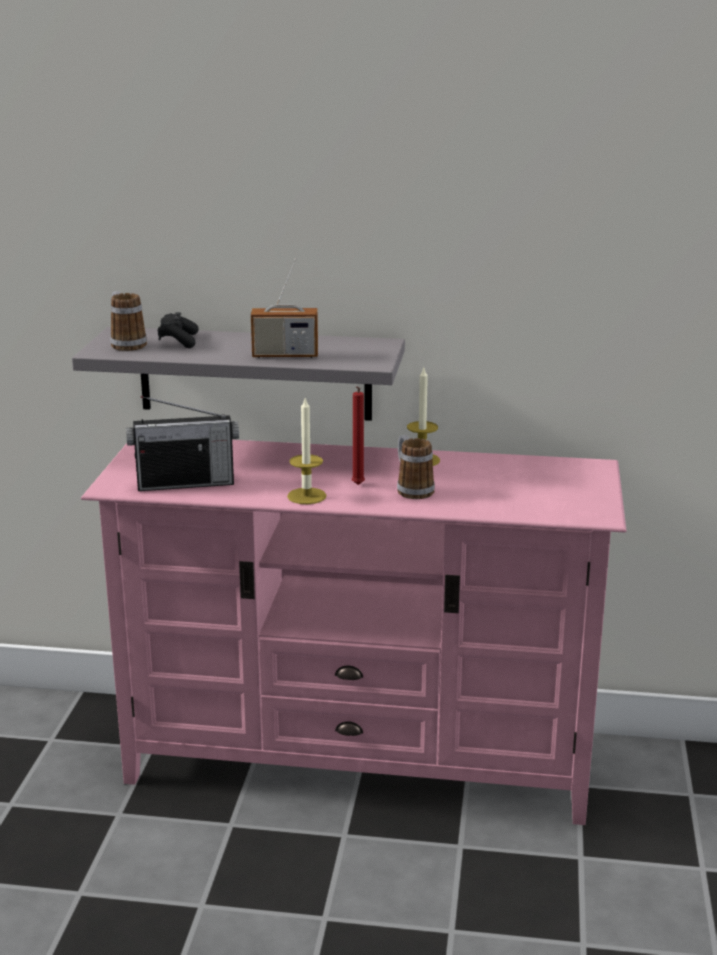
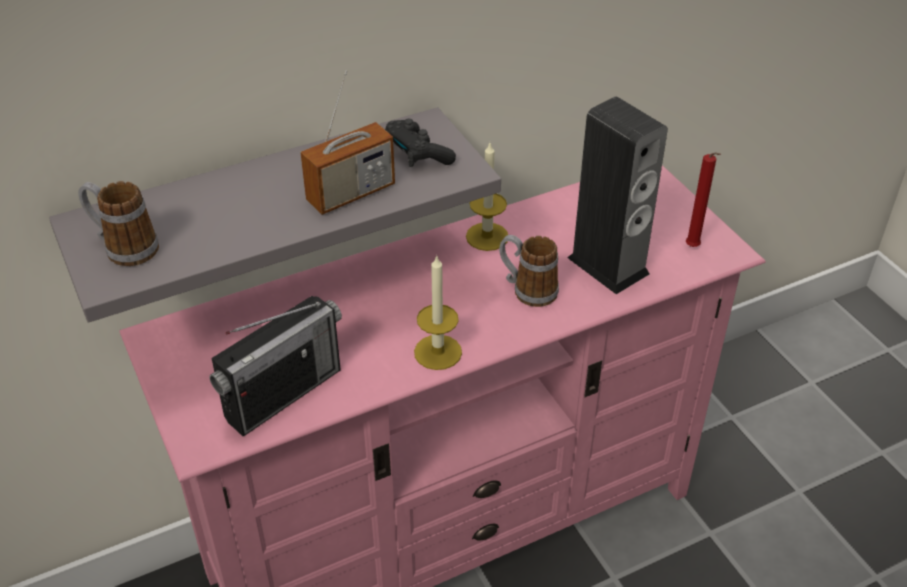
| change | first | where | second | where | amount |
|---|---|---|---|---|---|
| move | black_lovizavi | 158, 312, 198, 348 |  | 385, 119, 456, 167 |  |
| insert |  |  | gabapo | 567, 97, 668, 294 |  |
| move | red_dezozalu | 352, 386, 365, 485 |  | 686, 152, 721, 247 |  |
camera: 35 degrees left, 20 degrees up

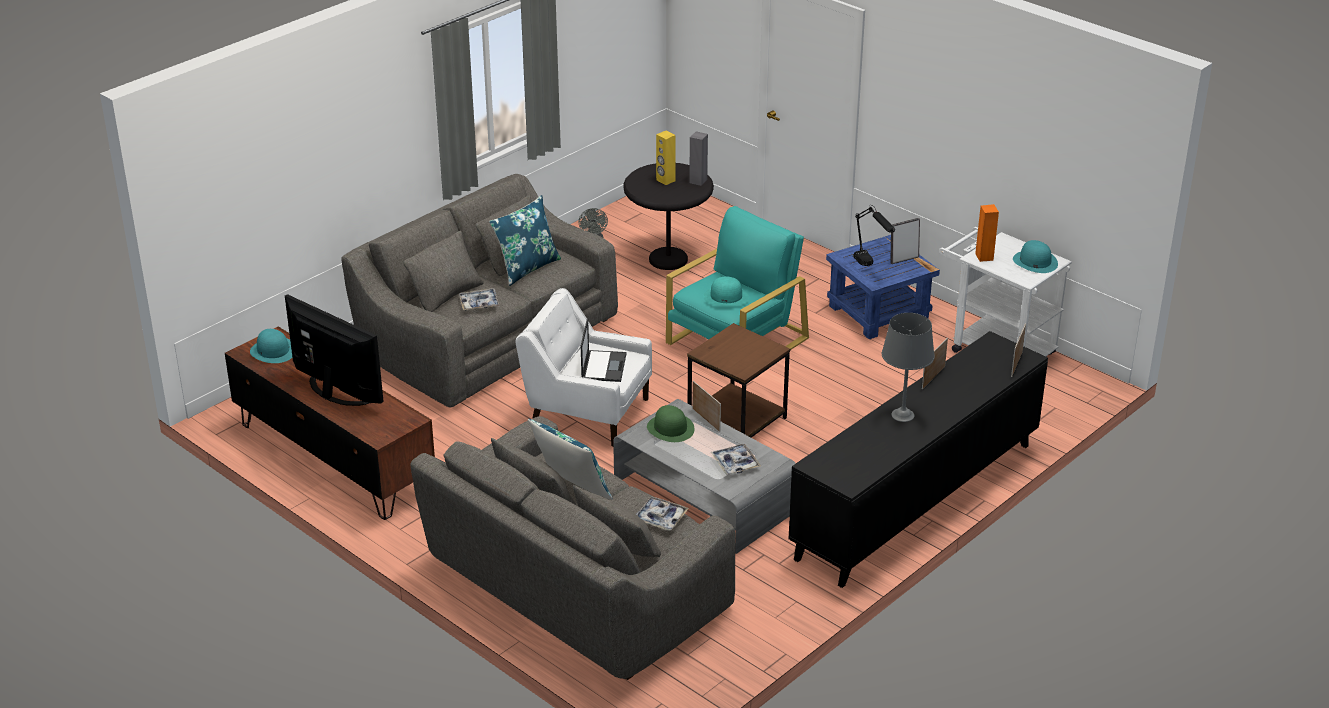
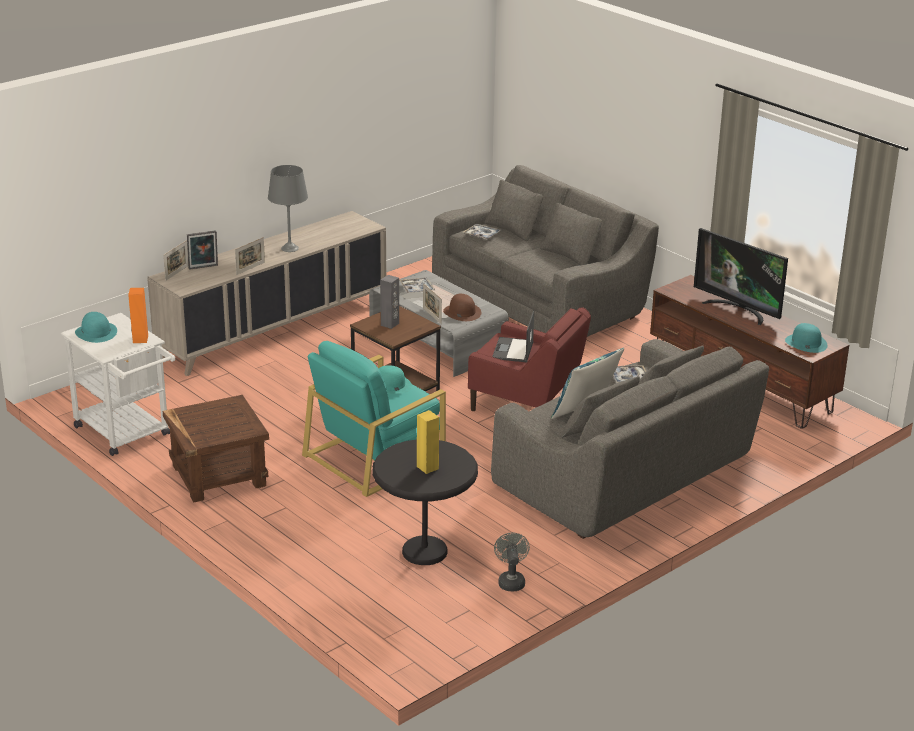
| change | first | where | second | where | amount |
|---|---|---|---|---|---|
| recolor | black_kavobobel | 788, 331, 1048, 588 | beige_kavobobel | 147, 211, 386, 376 |  |
| recolor | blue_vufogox | 826, 235, 940, 339 | brown_vufogox | 163, 395, 269, 503 |  |
| move | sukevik | 890, 218, 920, 264 |  | 187, 230, 218, 270 |  |
| move | grey_gabapo | 689, 131, 708, 186 |  | 380, 275, 399, 329 |  |
| recolor | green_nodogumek | 647, 405, 694, 442 | brown_nodogumek | 443, 294, 481, 321 |  |
| recolor | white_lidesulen | 515, 288, 652, 447 | red_lidesulen | 468, 307, 591, 411 |  |
| delete | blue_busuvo | 528, 419, 613, 500 |  |  |  |
| delete | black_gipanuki | 853, 205, 895, 266 |  |  |  |
camera: 175 degrees left, 5 degrees down

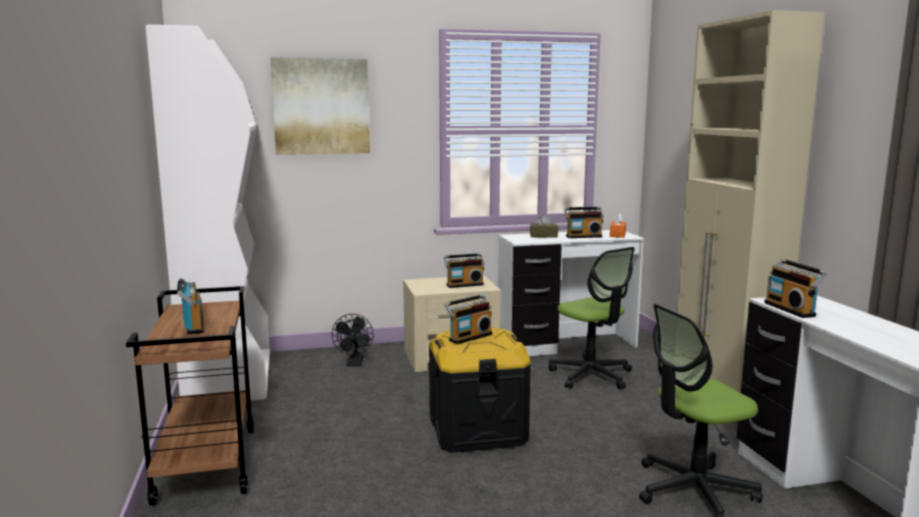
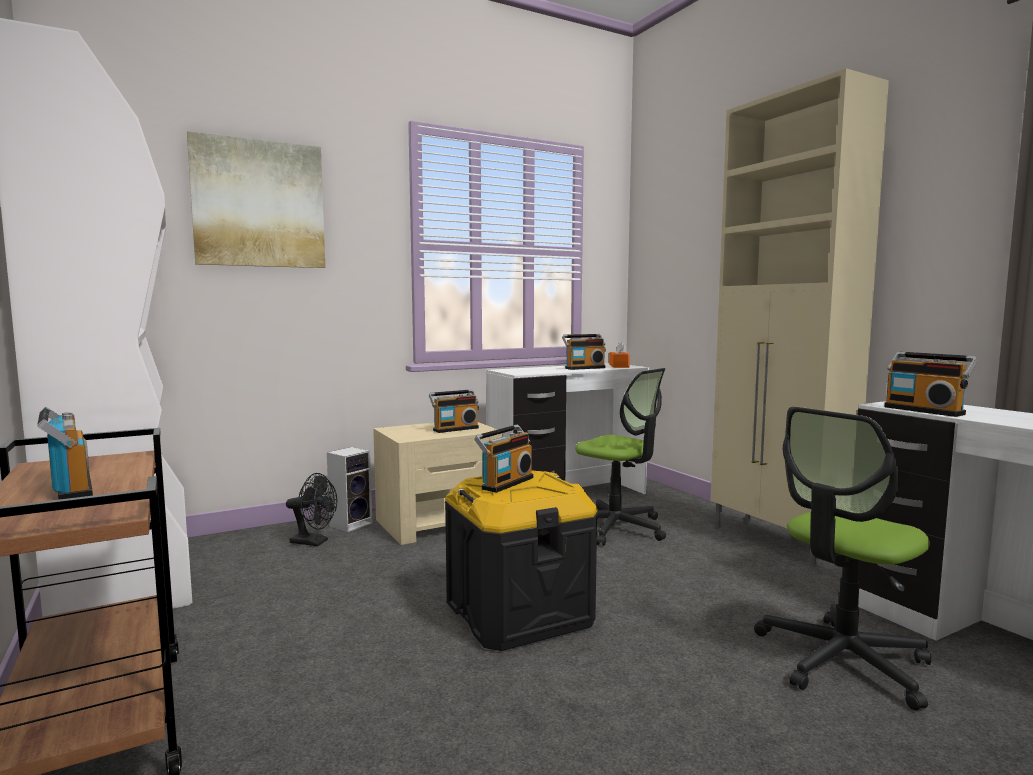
| change | first | where | second | where | amount |
|---|---|---|---|---|---|
| rotate | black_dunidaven | 332, 314, 374, 366 |  | 286, 473, 337, 546 | 60 degrees counterclockwise |
| insert |  |  | gabapo | 327, 447, 372, 532 |  |
| delete | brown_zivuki | 530, 214, 558, 238 |  |  |  |
camera: 15 degrees left, 5 degrees down

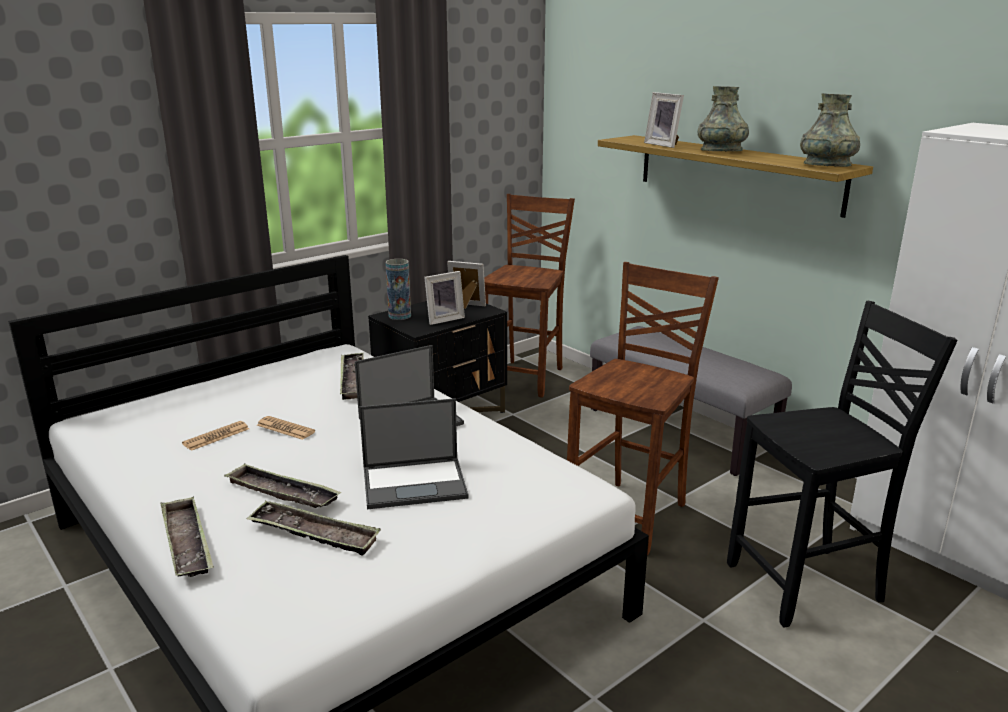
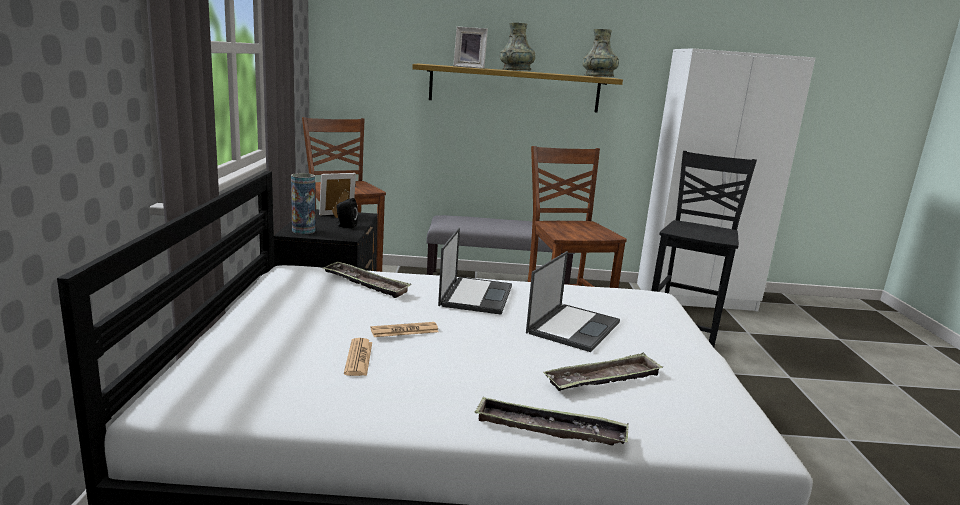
| change | first | where | second | where | amount |
|---|---|---|---|---|---|
| replace | sukevik | 424, 271, 465, 325 | black_gabapo | 336, 198, 358, 229 |  |
| delete | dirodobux | 224, 464, 342, 508 |  |  |  |
camera: 50 degrees left, 5 degrees down

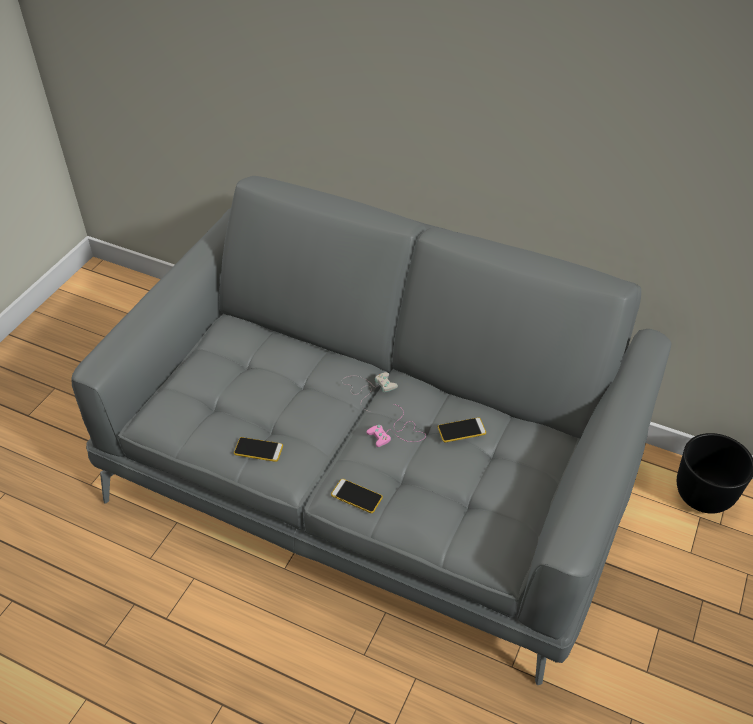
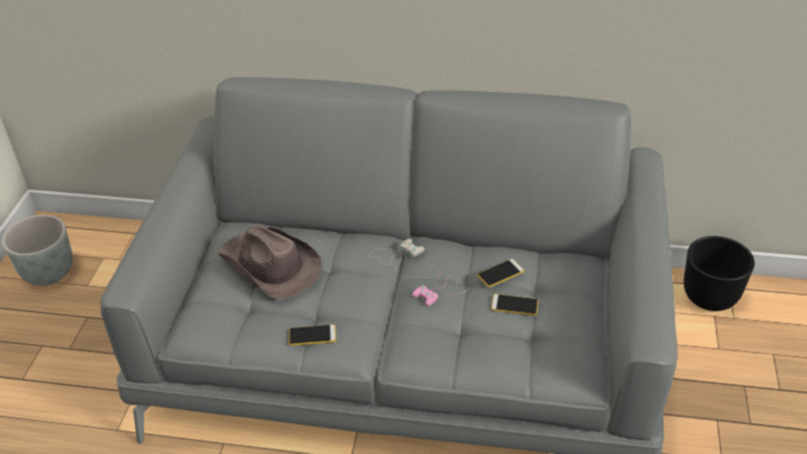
| change | first | where | second | where | amount |
|---|---|---|---|---|---|
| insert |  |  | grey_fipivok | 2, 215, 73, 286 |  |
| insert |  |  | brown_nodogumek | 217, 224, 322, 300 |  |
| move | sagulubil | 331, 479, 383, 513 |  | 491, 294, 538, 316 |  |
camera: 15 degrees left, 5 degrees down

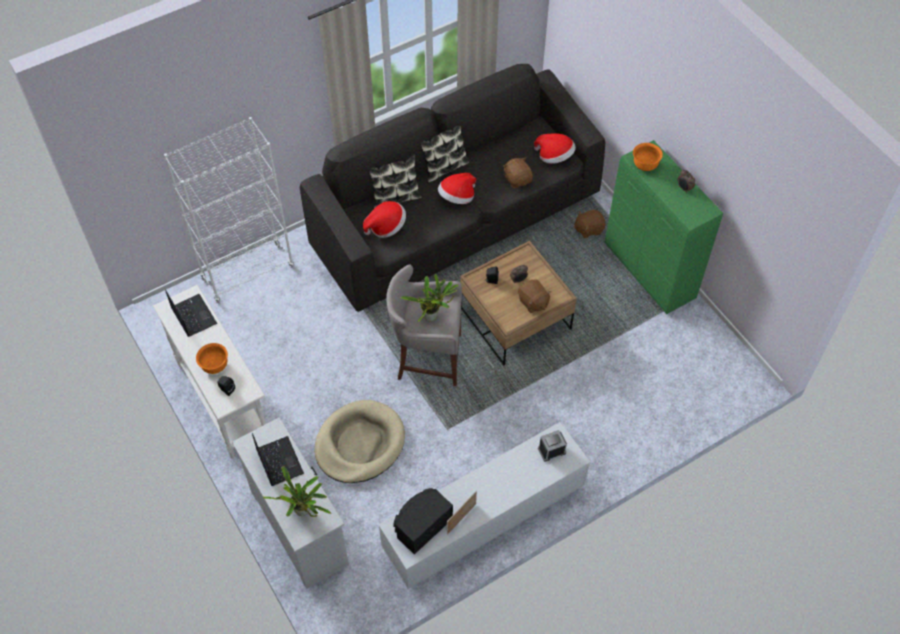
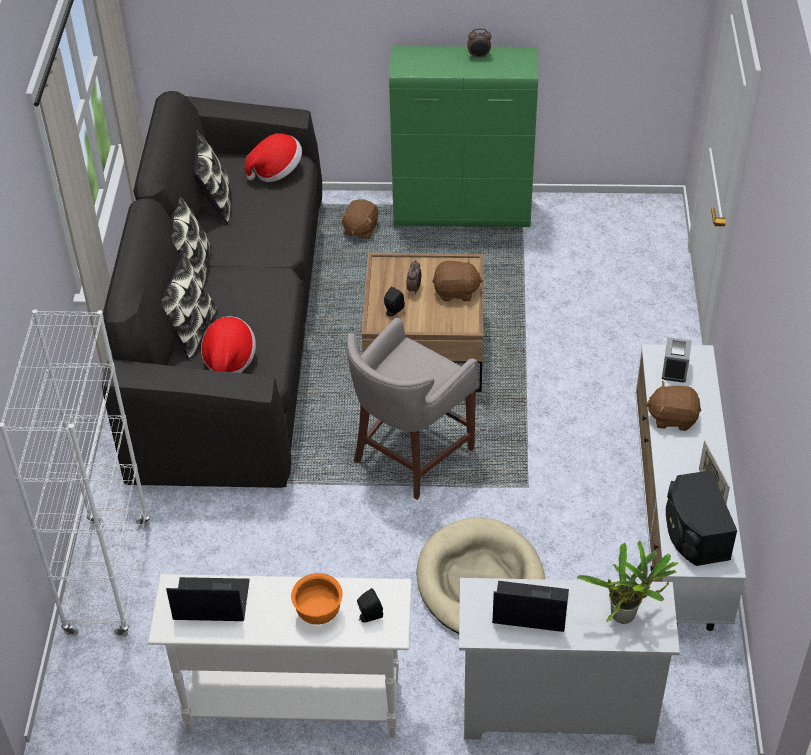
| change | first | where | second | where | amount |
|---|---|---|---|---|---|
| insert |  |  | busuvo | 194, 130, 231, 224 |  |
| move | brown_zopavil | 503, 157, 533, 188 |  | 645, 381, 701, 431 |  |
| delete | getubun | 400, 274, 459, 322 |  |  |  |
| delete | nodogumek | 438, 173, 476, 204 |  |  |  |
| delete | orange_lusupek | 633, 143, 663, 171 |  |  |  |
camera: 55 degrees left, 10 degrees down

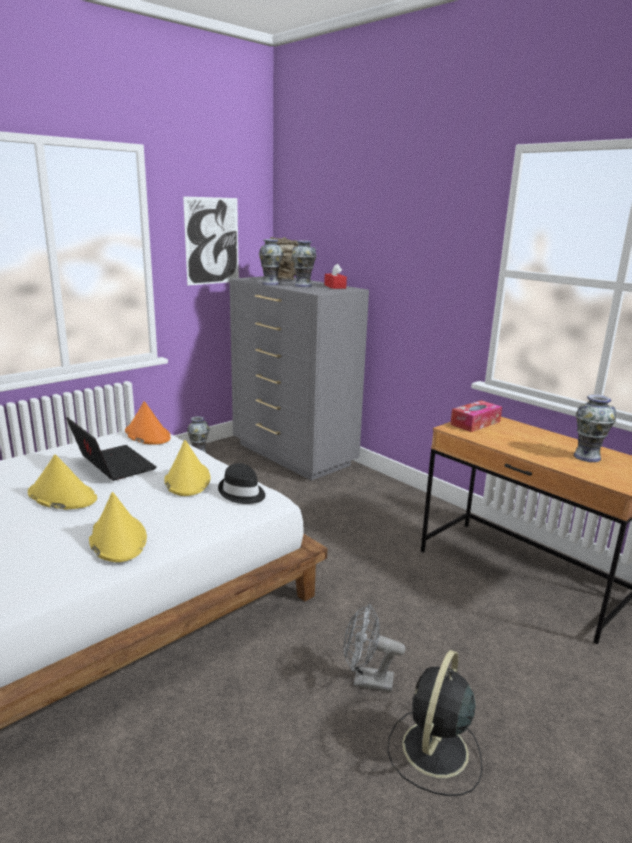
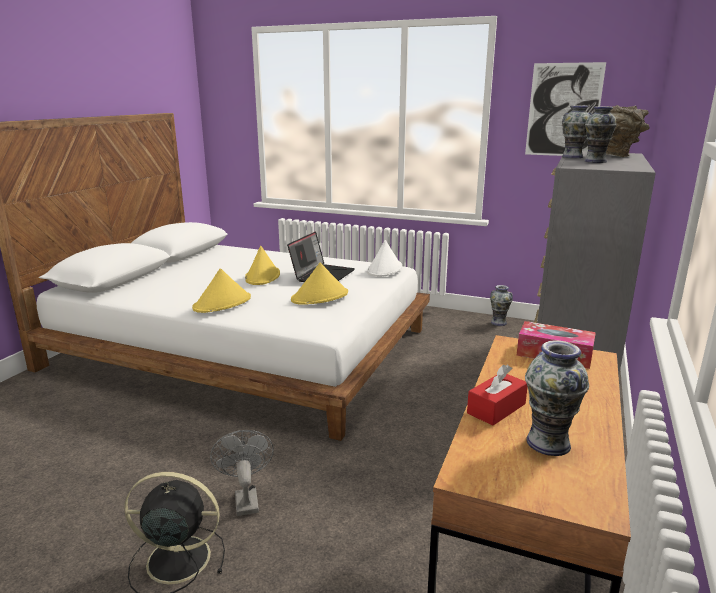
| change | first | where | second | where | amount |
|---|---|---|---|---|---|
| recolor | orange_nodogumek | 125, 401, 171, 445 | white_nodogumek | 367, 240, 402, 277 |  |
| move | red_zivuki | 324, 264, 347, 289 |  | 467, 365, 527, 426 |  |
| delete | black_nodogumek | 218, 463, 265, 504 |  |  |  |
camera: 65 degrees right, 0 degrees up

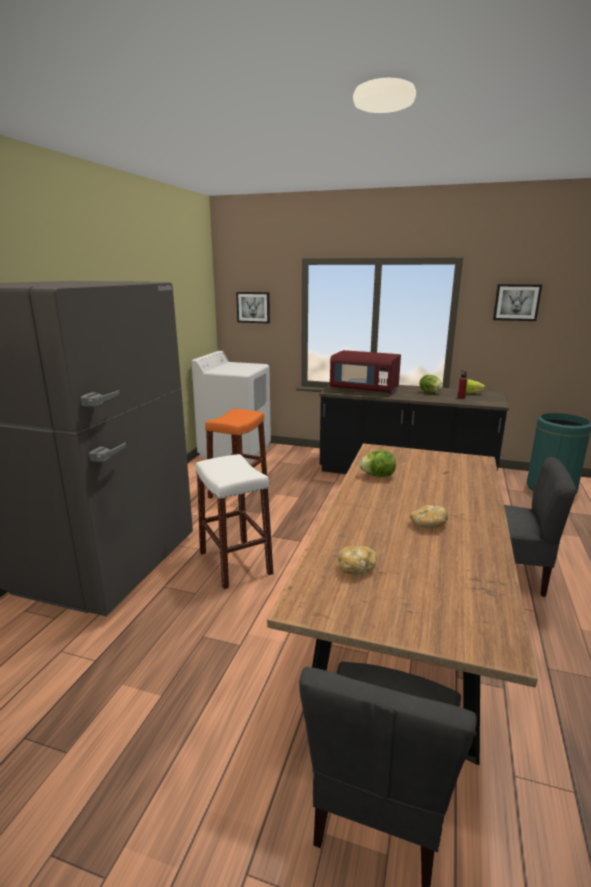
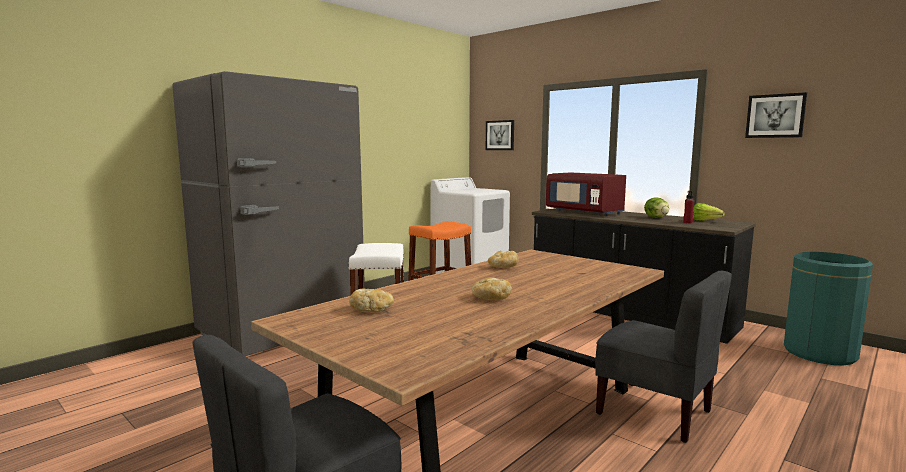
| change | first | where | second | where | amount |
|---|---|---|---|---|---|
| replace | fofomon | 359, 450, 396, 477 | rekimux | 488, 251, 518, 268 |  |
camera: 25 degrees right, 10 degrees down

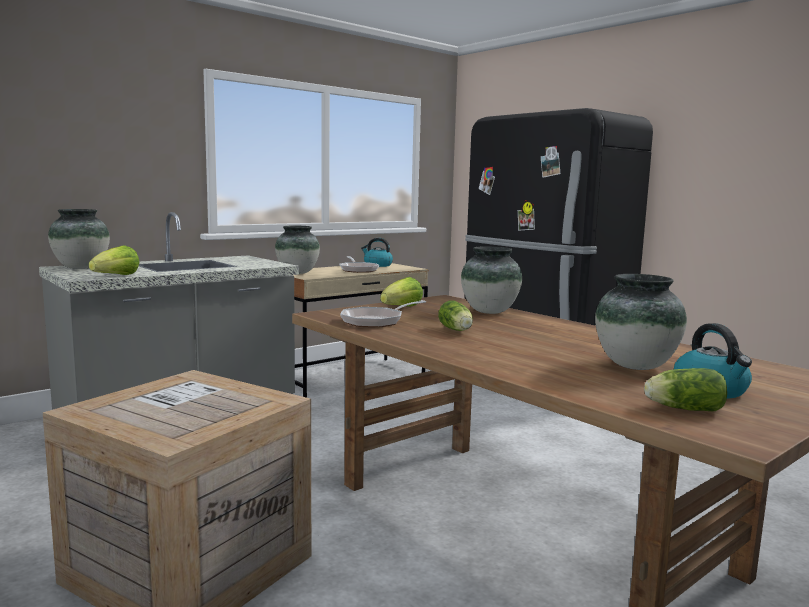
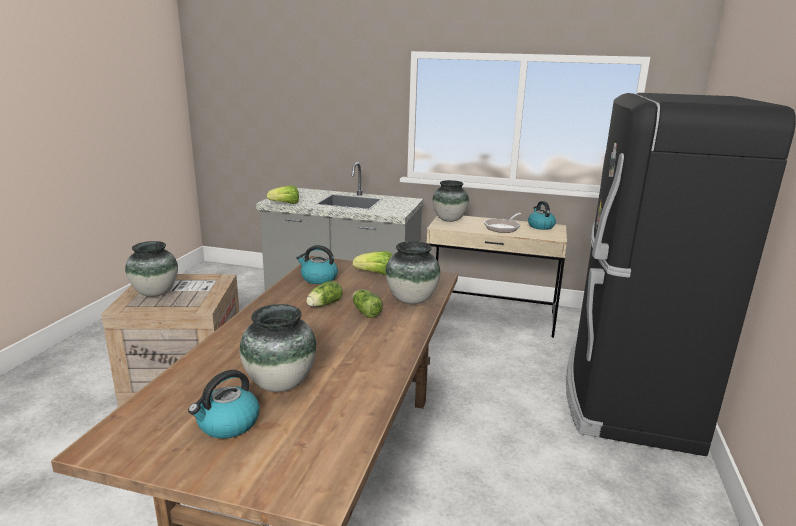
| change | first | where | second | where | amount |
|---|---|---|---|---|---|
| move | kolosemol | 48, 209, 110, 269 |  | 125, 241, 178, 297 |  |
| replace | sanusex | 340, 300, 426, 328 | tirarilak | 296, 245, 338, 284 |  |
| move | fofomon | 644, 368, 727, 411 |  | 352, 290, 383, 318 |  |
camera: 55 degrees right, 10 degrees up

